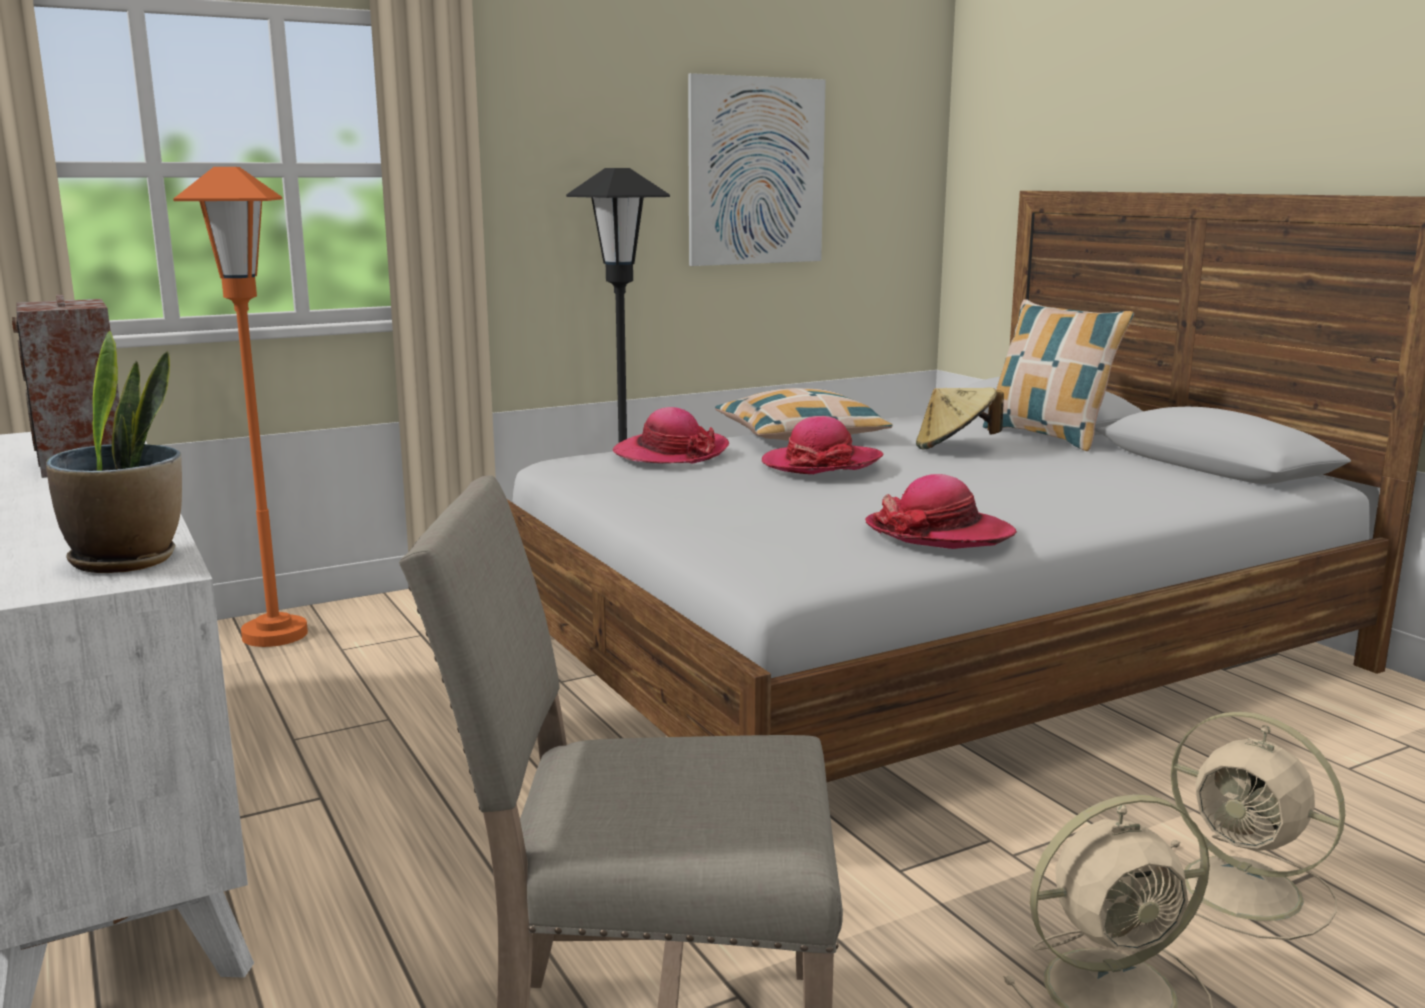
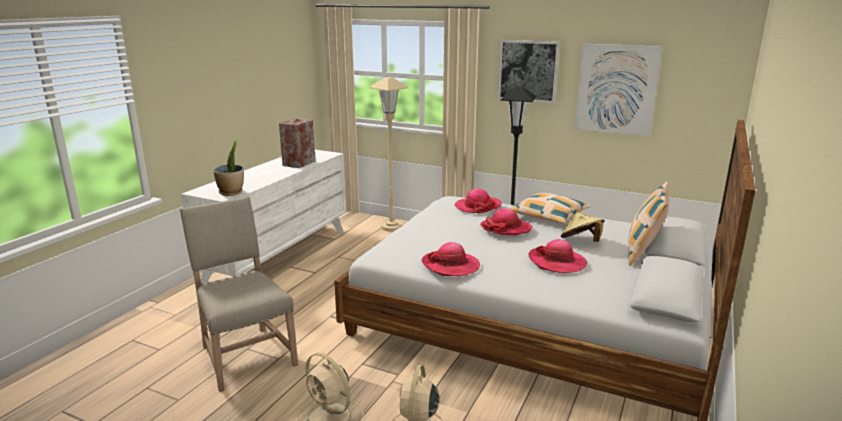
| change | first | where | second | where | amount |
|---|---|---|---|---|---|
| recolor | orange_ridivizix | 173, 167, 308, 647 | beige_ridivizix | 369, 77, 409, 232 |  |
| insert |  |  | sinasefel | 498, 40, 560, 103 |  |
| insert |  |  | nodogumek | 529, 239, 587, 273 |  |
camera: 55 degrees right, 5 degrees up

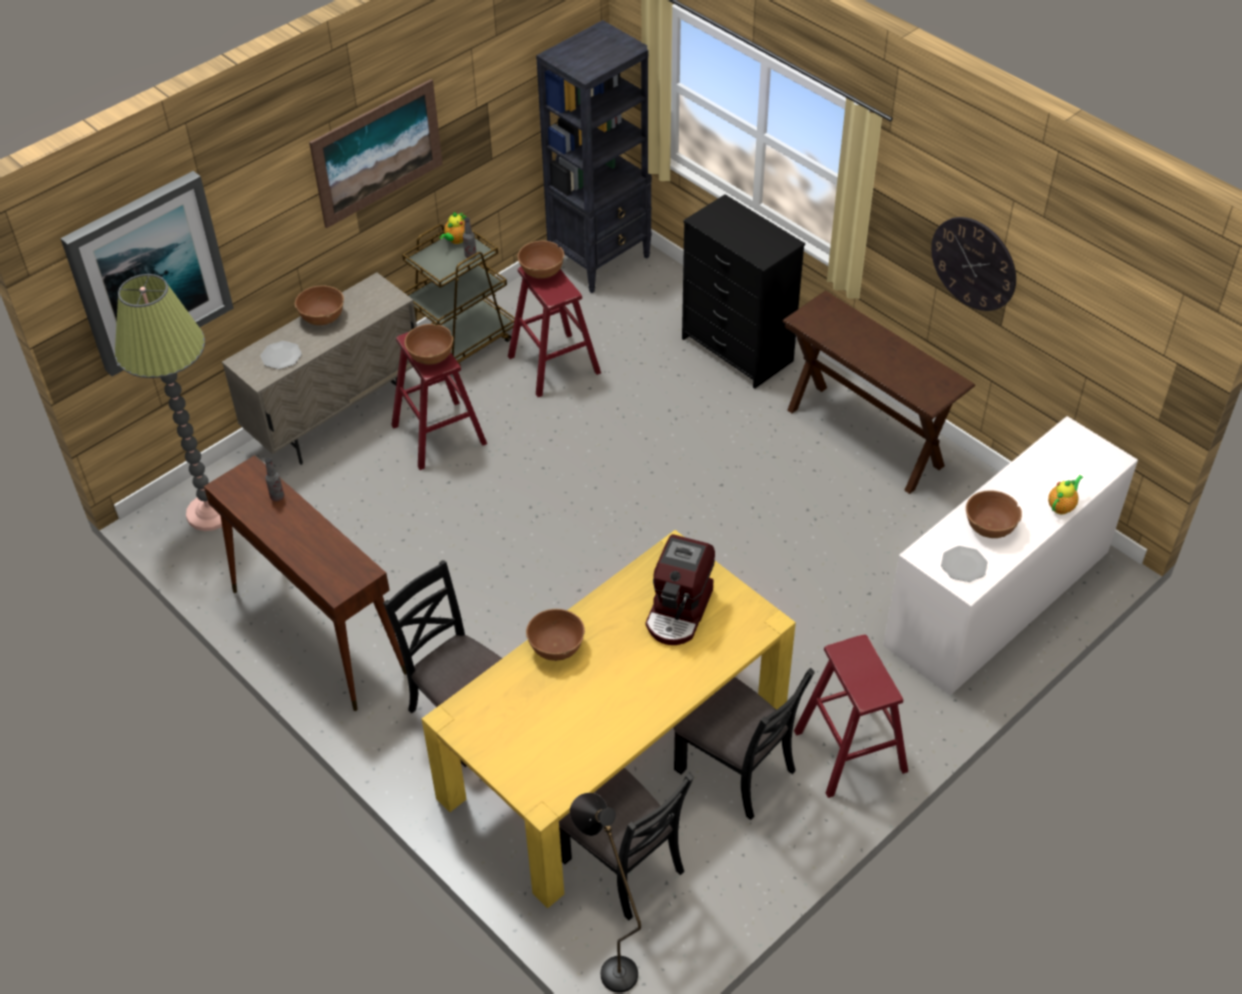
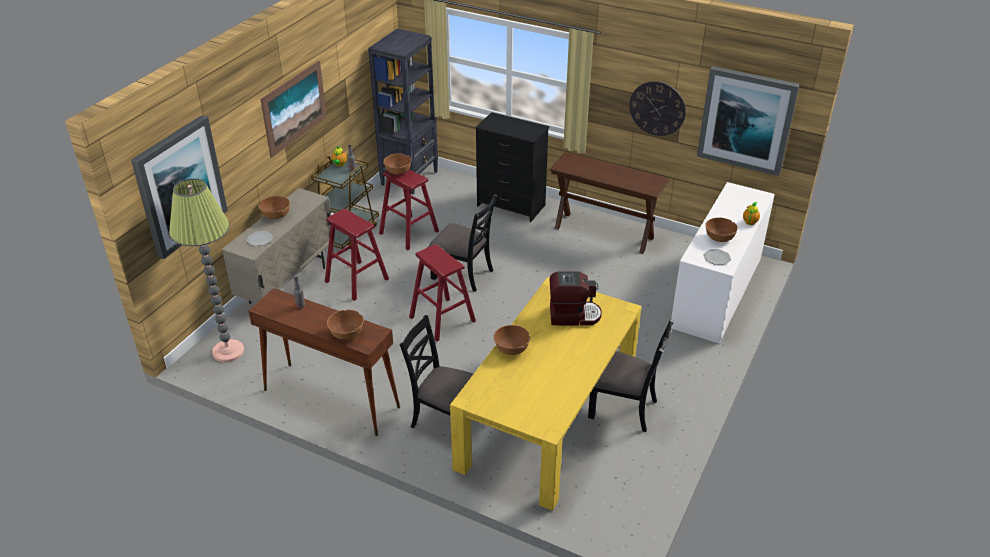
| change | first | where | second | where | amount |
|---|---|---|---|---|---|
| move | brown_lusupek | 405, 324, 453, 365 |  | 327, 310, 364, 340 |  |
| move | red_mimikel | 794, 635, 908, 798 |  | 409, 244, 476, 342 |  |
| move | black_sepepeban | 559, 768, 694, 920 |  | 429, 194, 497, 292 |  |
| rotate | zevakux | 646, 534, 715, 645 |  | 549, 272, 602, 325 | 90 degrees counterclockwise |
| insert |  |  | sinasefel | 697, 66, 800, 176 |  |
| delete | black_ridivizix | 570, 793, 641, 993 |  |  |  |
camera: 20 degrees left, 10 degrees down

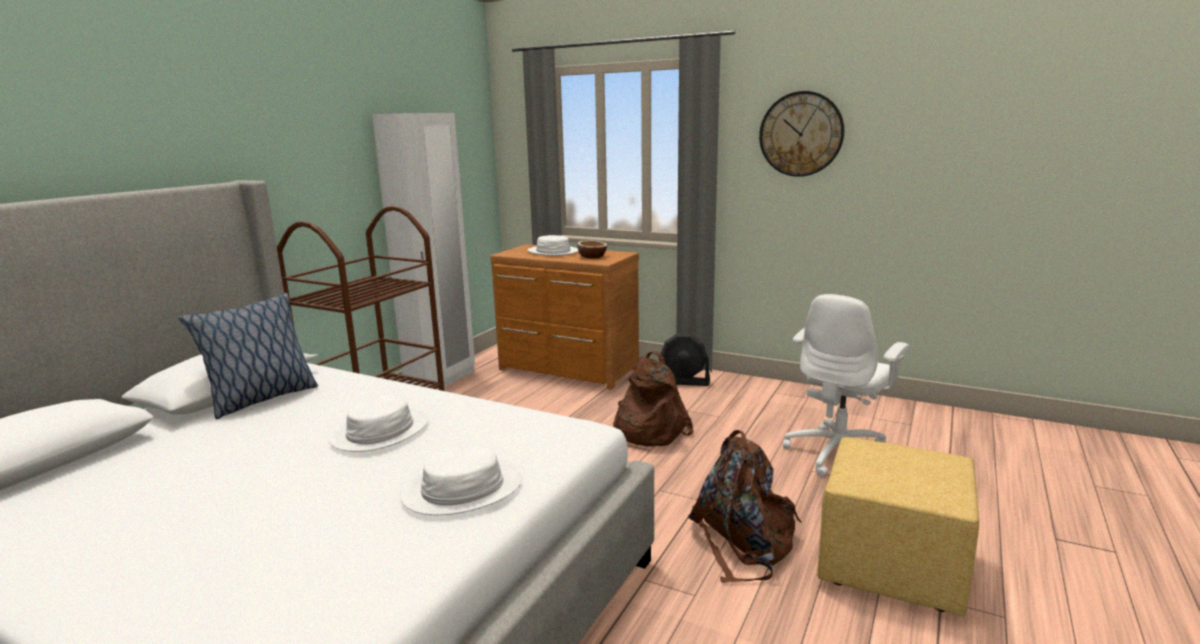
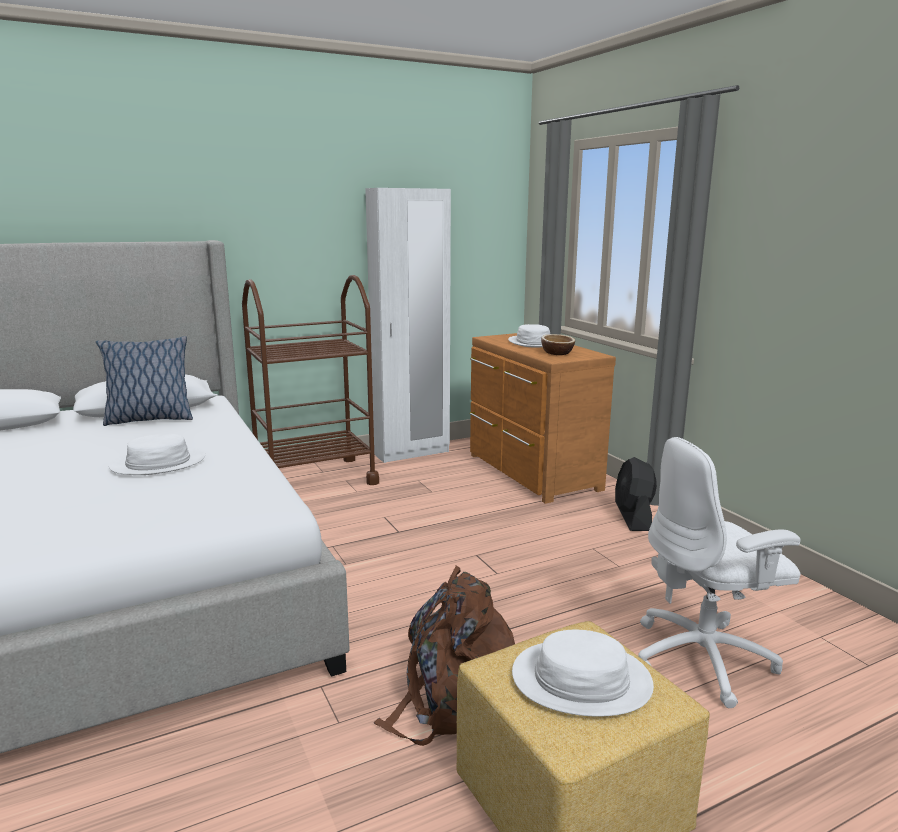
| change | first | where | second | where | amount |
|---|---|---|---|---|---|
| move | white_nodogumek | 400, 446, 522, 515 |  | 512, 630, 654, 716 |  |
| rotate | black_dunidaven | 659, 333, 710, 386 |  | 615, 457, 657, 531 | 45 degrees clockwise |
| delete | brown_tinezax | 613, 351, 694, 446 |  |  |  |
| delete | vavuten | 759, 91, 844, 177 |  |  |  |
camera: 35 degrees right, 0 degrees up

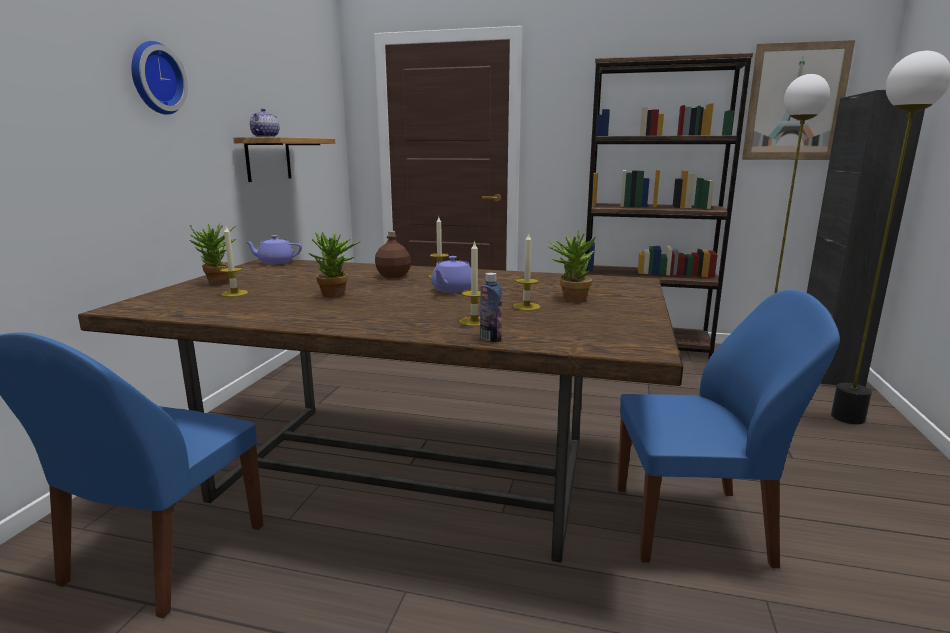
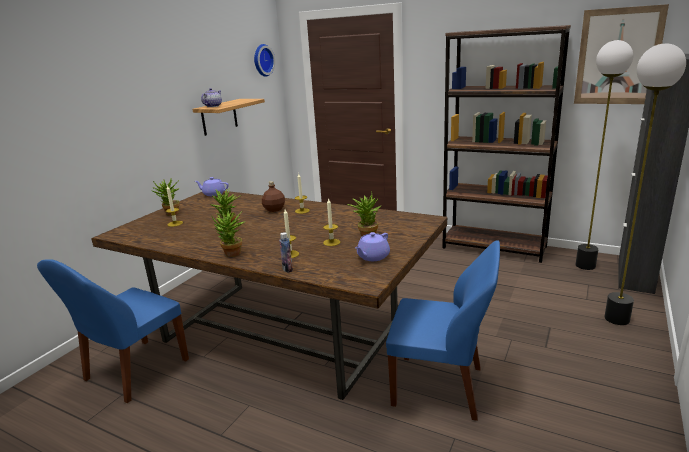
| change | first | where | second | where | amount |
|---|---|---|---|---|---|
| insert |  |  | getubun | 211, 209, 245, 257 |  |
| move | vavuten | 132, 41, 188, 115 |  | 254, 44, 275, 77 |  |
| move | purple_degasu | 431, 256, 471, 293 |  | 355, 232, 390, 261 |  |
camera: 15 degrees right, 5 degrees up

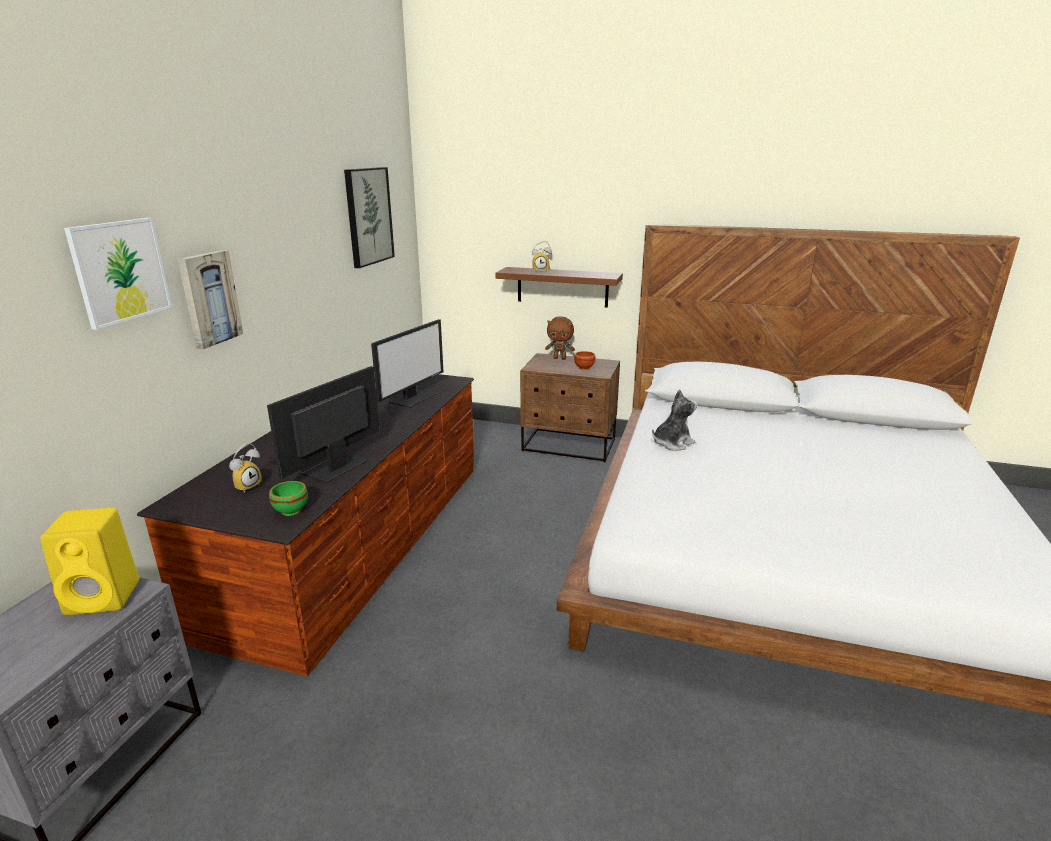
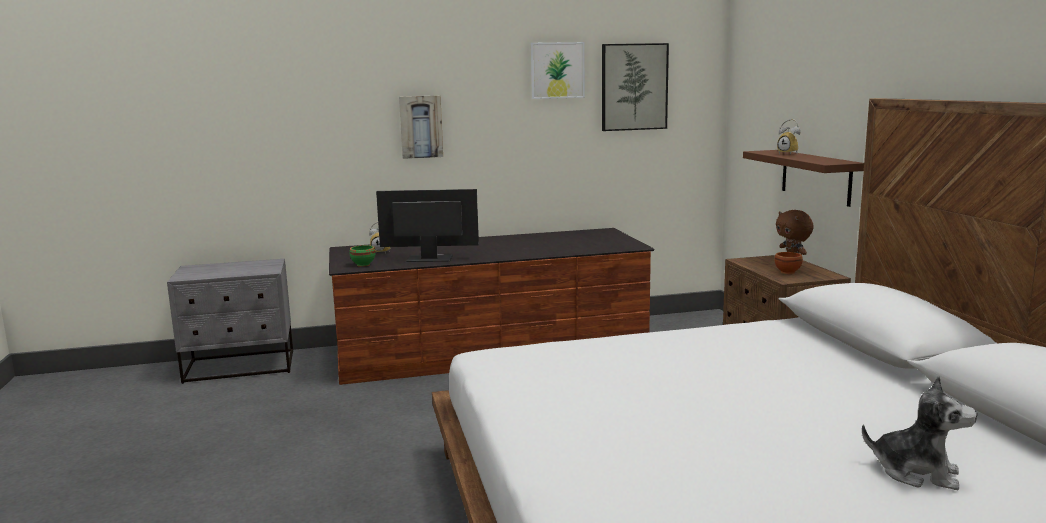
| change | first | where | second | where | amount |
|---|---|---|---|---|---|
| move | sinasefel | 64, 218, 172, 330 |  | 531, 42, 585, 99 |  |
| move | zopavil | 652, 389, 698, 451 |  | 862, 376, 977, 490 |  |
| delete | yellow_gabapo | 40, 508, 139, 615 |  |  |  |
| delete | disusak | 371, 319, 443, 408 |  |  |  |
camera: 60 degrees right, 10 degrees down

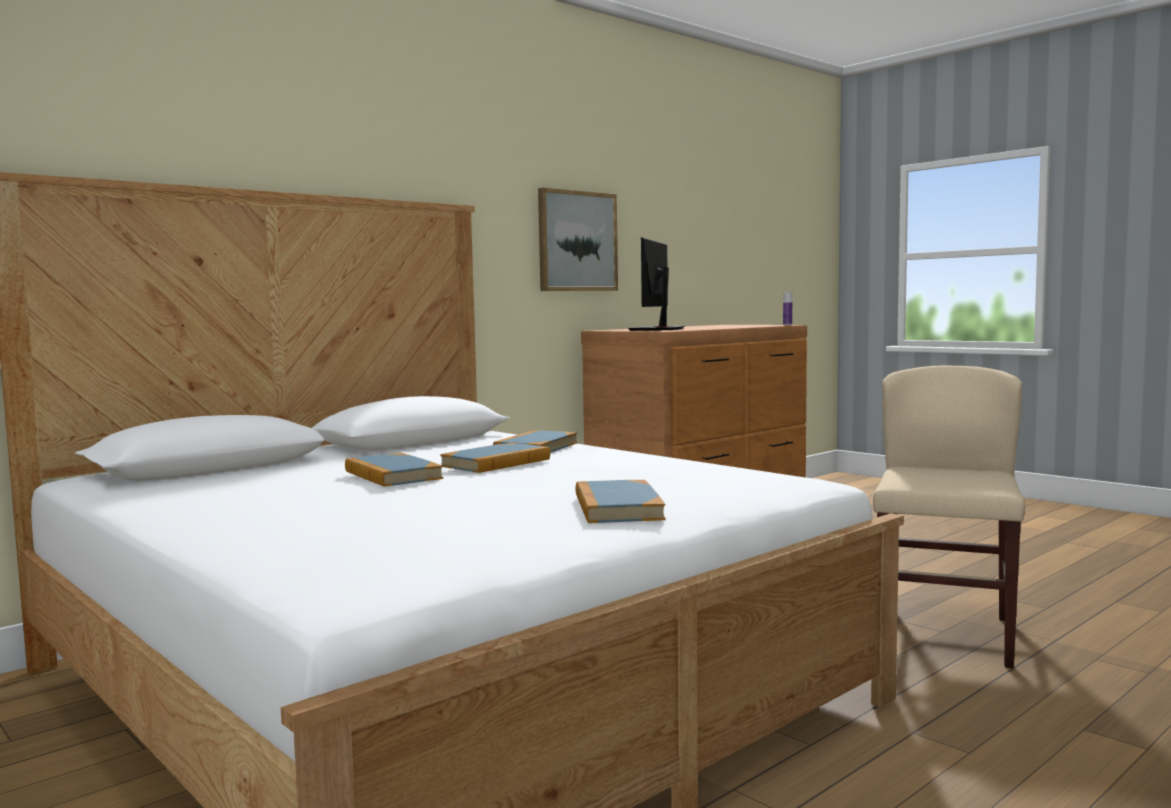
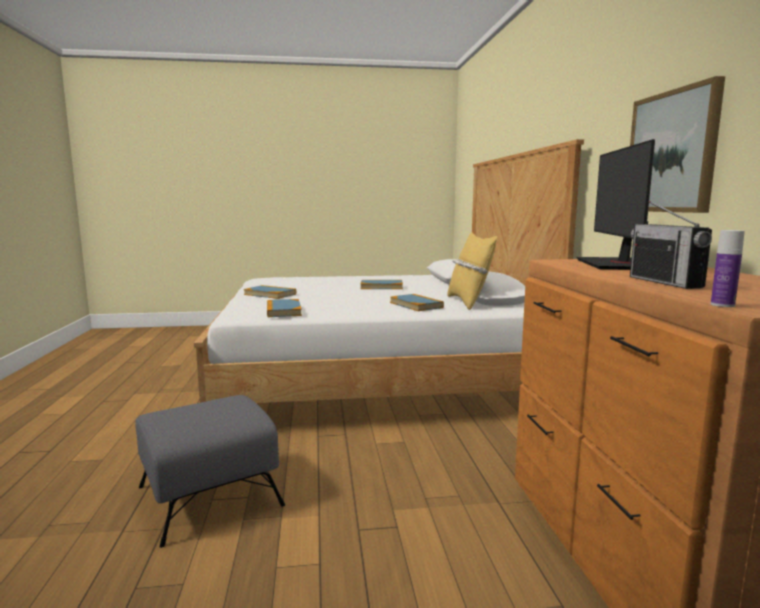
| change | first | where | second | where | amount |
|---|---|---|---|---|---|
| replace | beige_sepepeban | 873, 366, 1025, 668 | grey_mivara | 135, 395, 285, 548 |  |
| move | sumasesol | 440, 443, 550, 473 |  | 267, 299, 302, 317 |  |
| insert |  |  | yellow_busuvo | 448, 232, 497, 310 |  |
| rotate | disusak | 628, 237, 684, 331 |  | 576, 139, 655, 270 | 135 degrees counterclockwise |
| insert |  |  | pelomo | 630, 201, 712, 289 |  |
camera: 125 degrees right, 5 degrees up

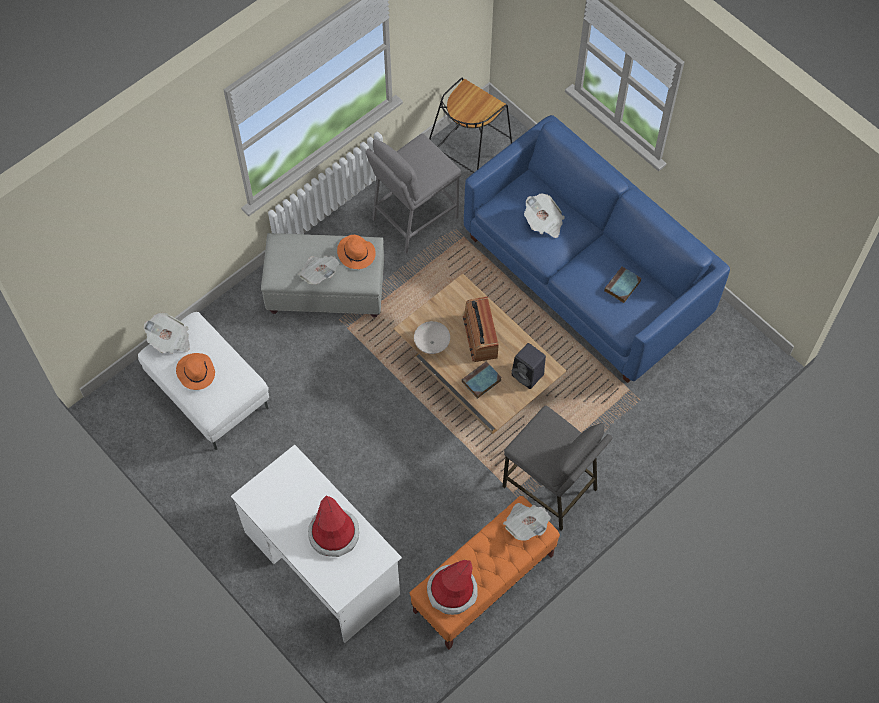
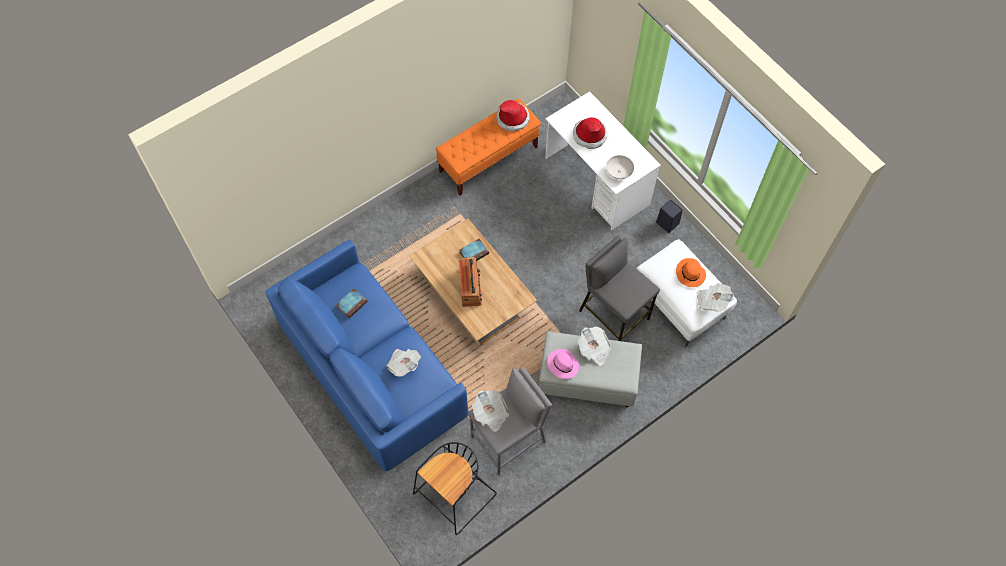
| change | first | where | second | where | amount |
|---|---|---|---|---|---|
| move | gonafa | 503, 503, 551, 541 |  | 472, 390, 509, 432 |  |
| recolor | orange_nodogumek | 337, 235, 376, 269 | pink_nodogumek | 547, 349, 579, 379 |  |
| move | grey_mimikel | 503, 406, 612, 531 |  | 579, 236, 660, 341 |  |
| move | white_lusupek | 414, 321, 450, 354 |  | 606, 155, 634, 179 |  |
| move | black_gabapo | 512, 343, 546, 389 |  | 656, 200, 682, 233 |  |
camera: 175 degrees left, 0 degrees up

